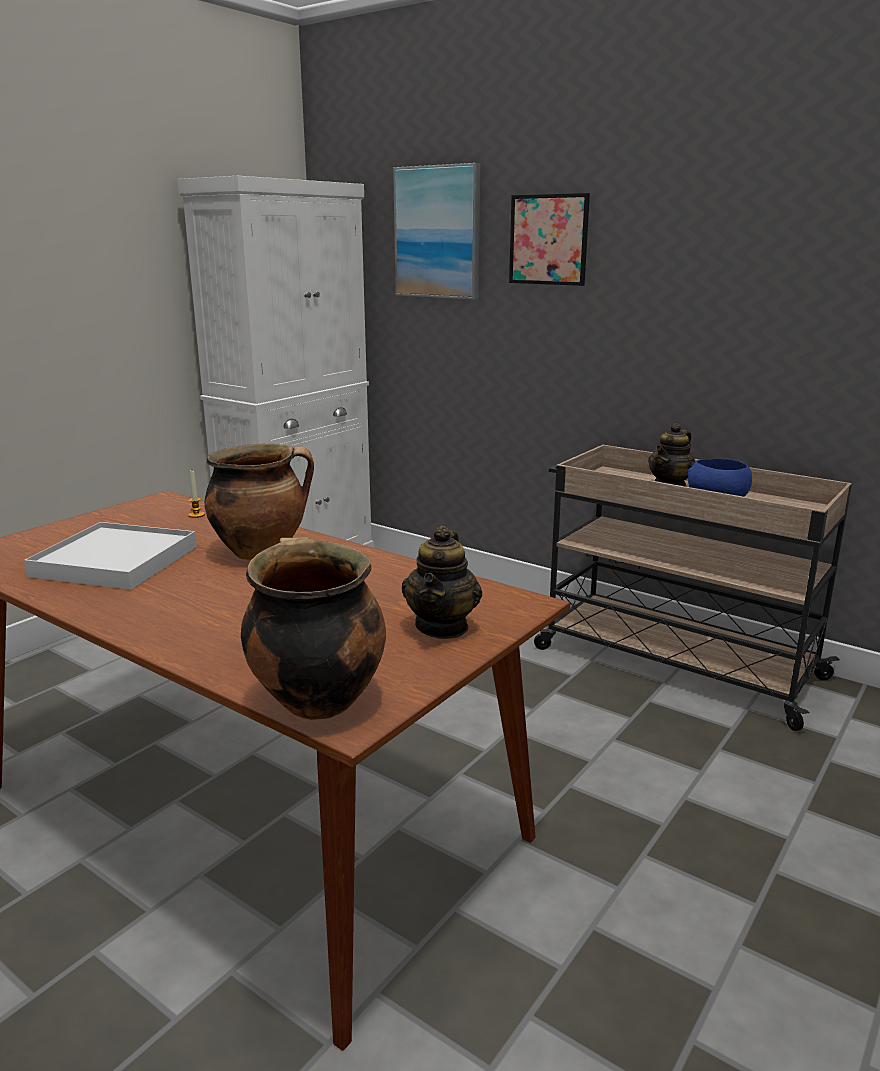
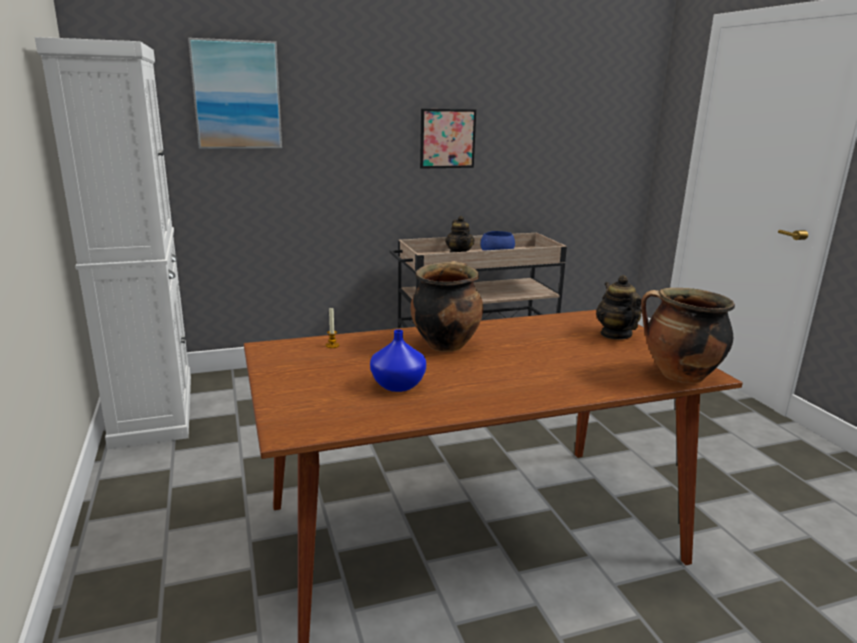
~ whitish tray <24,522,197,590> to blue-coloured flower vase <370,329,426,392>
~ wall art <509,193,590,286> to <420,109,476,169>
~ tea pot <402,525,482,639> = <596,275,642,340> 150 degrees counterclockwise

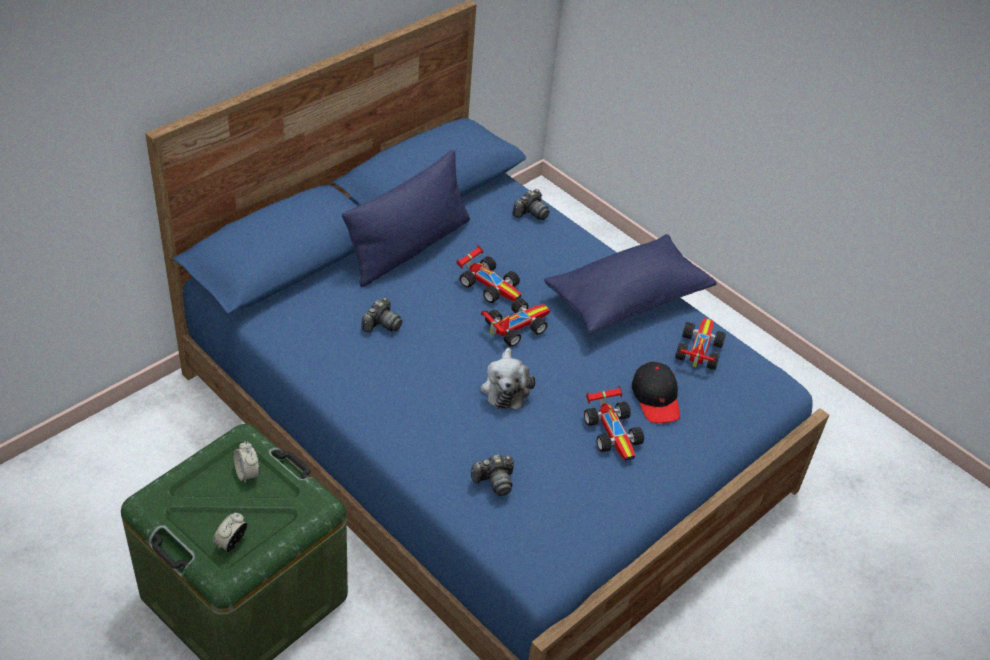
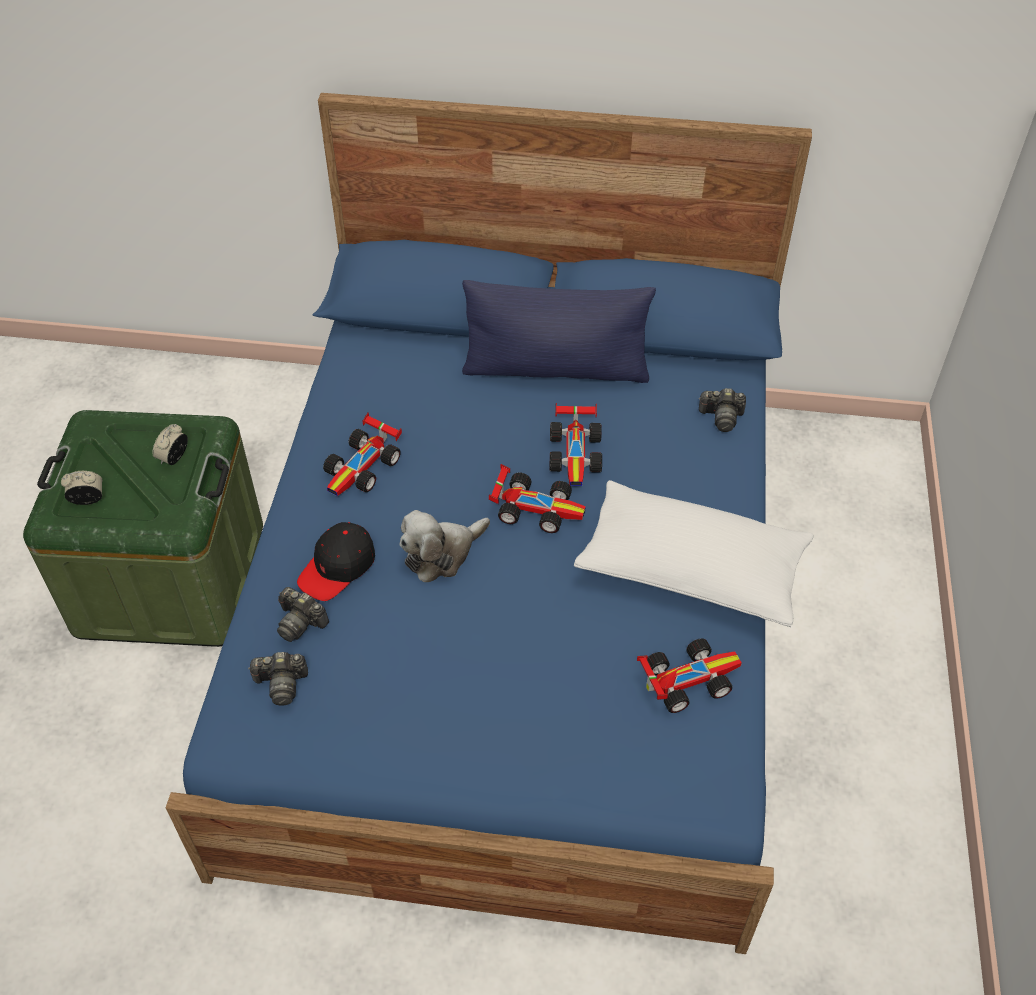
~ still camera <361,297,402,332> to <248,652,308,706>
~ black-coloured peaked cap <632,362,680,423> to <297,522,375,601>
~ toy car <584,386,644,461> to <323,413,402,496>
~ blue-coloured throw pillow <544,234,717,334> to whitish throw pillow <574,480,814,627>

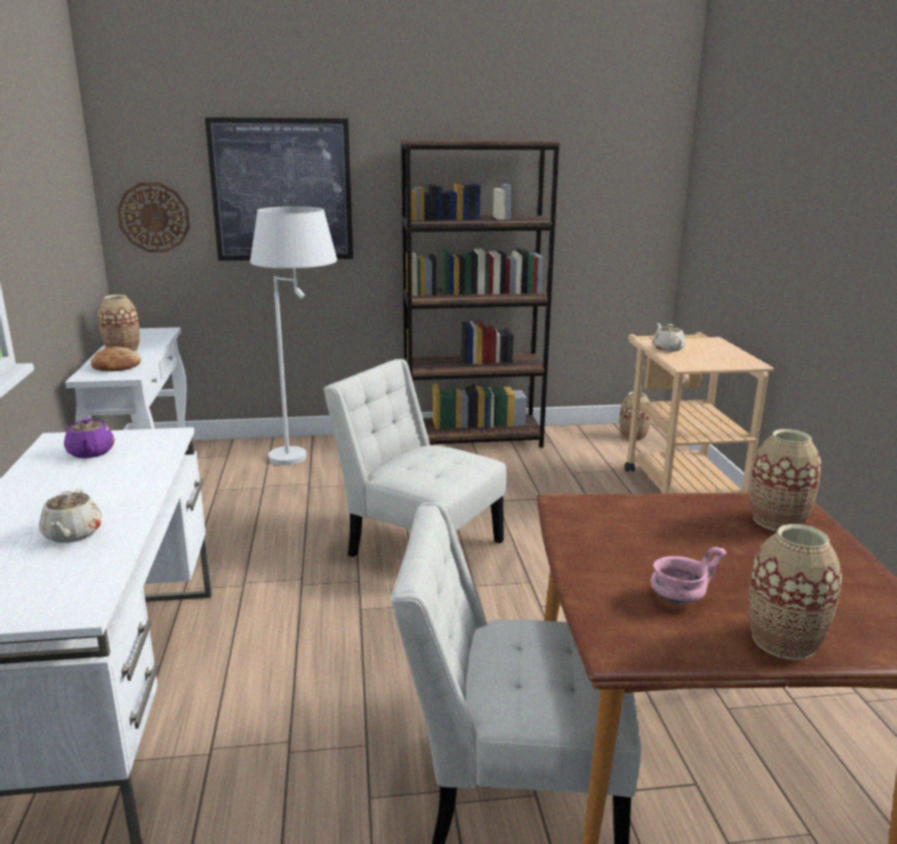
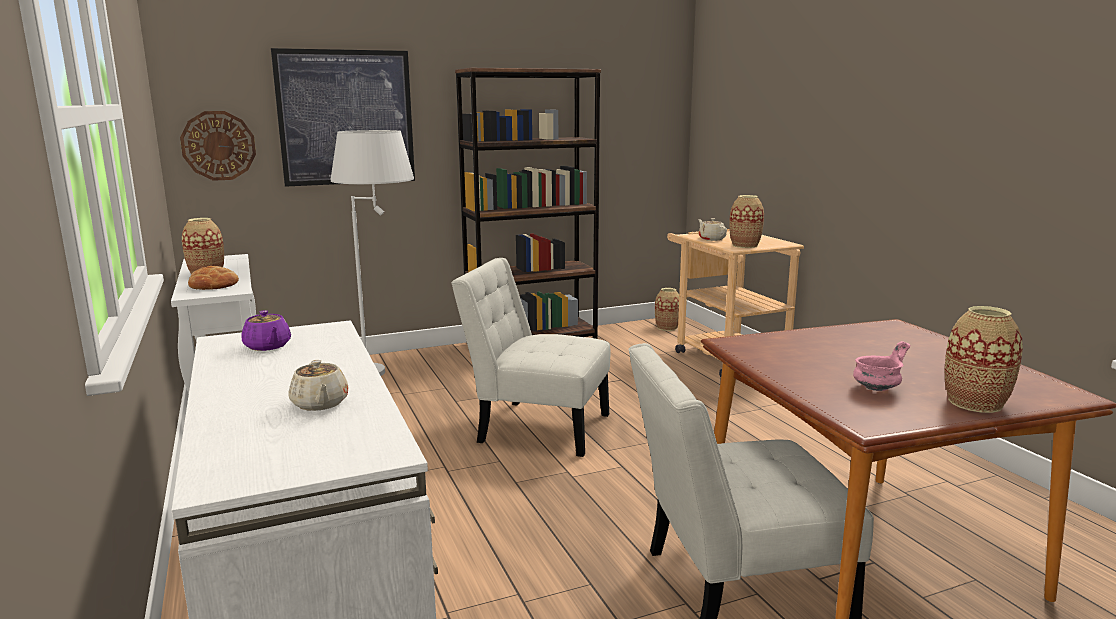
~ flower vase <750,429,821,531> to <729,195,764,248>

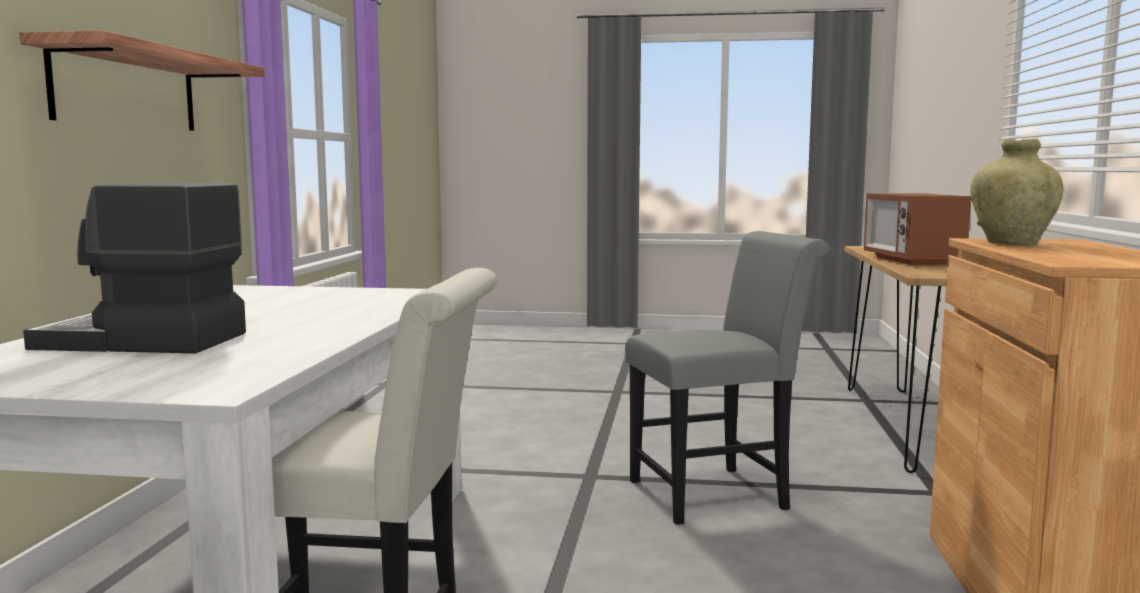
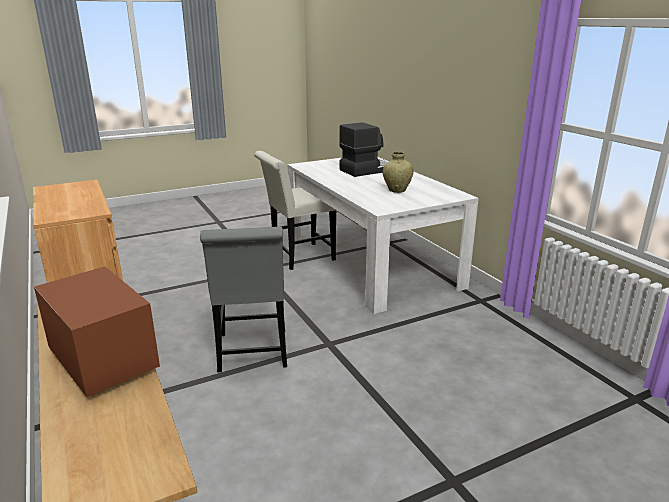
~ grey plain chair <625,231,829,525> = <200,227,287,372> 45 degrees counterclockwise
~ beige-coloured flower vase <970,139,1063,246> to <383,152,414,193>
- bracket shelf <19,30,265,131>

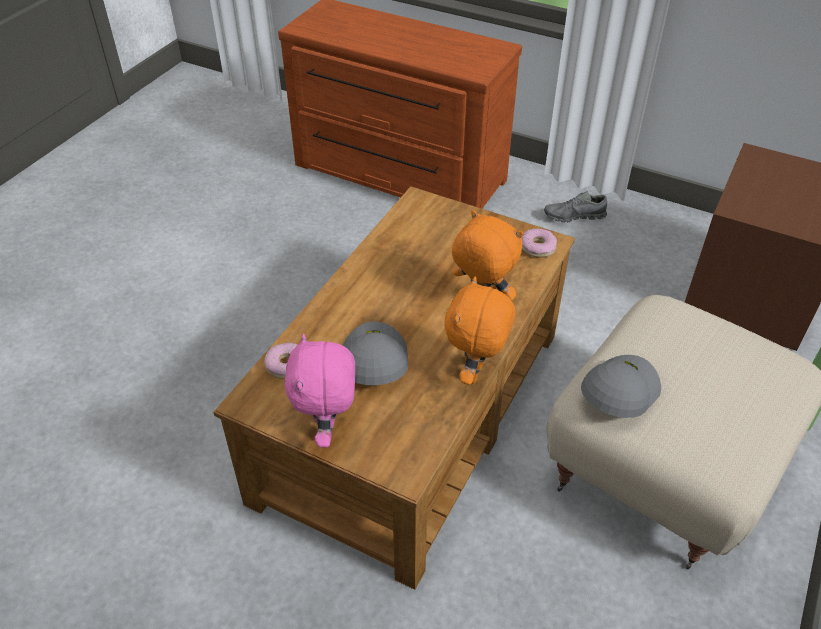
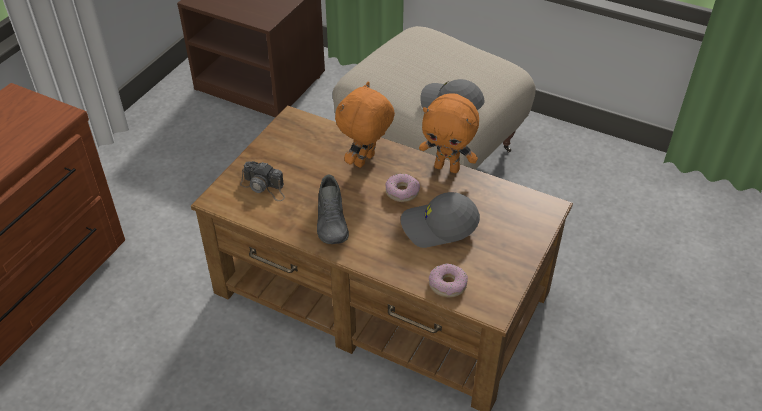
+ still camera <240,161,285,201>
~ grey item of footwear <544,191,607,223> to <317,174,349,244>
~ donut <521,229,557,258> to <385,174,420,202>
- pink cuddly toy <284,334,355,447>

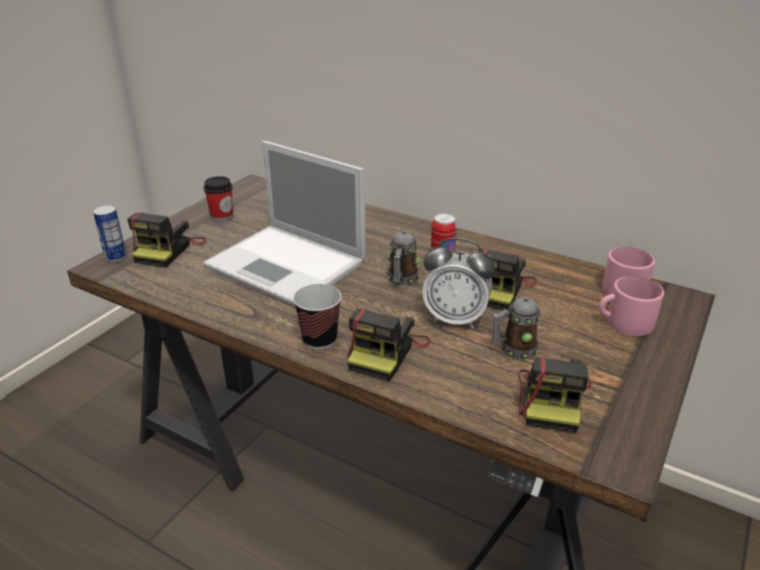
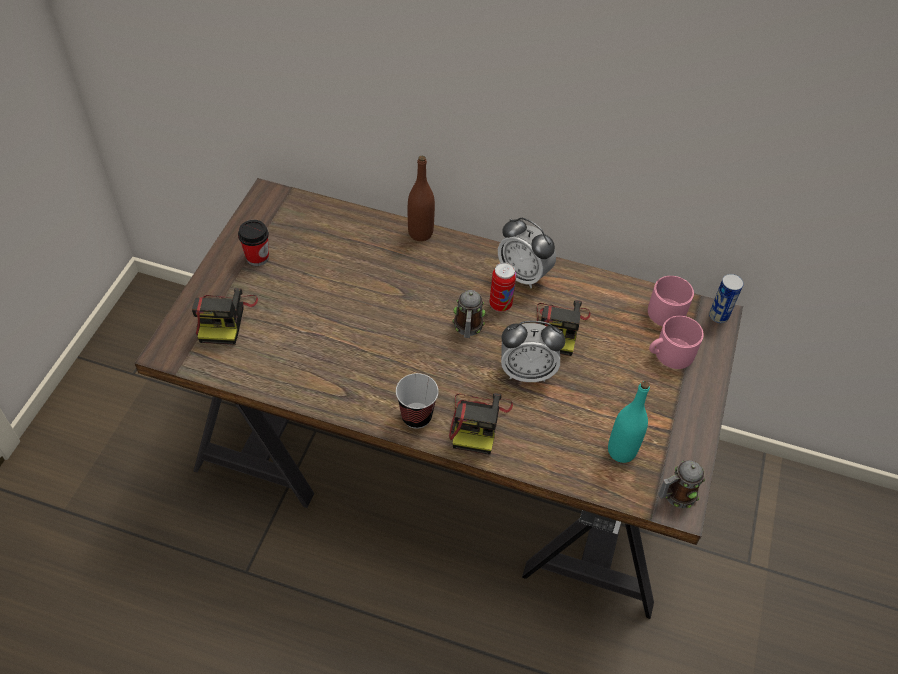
+ brown drink bottle <408,155,435,241>
+ bedside clock <498,218,556,288>
~ still camera <518,357,592,433> to turquoise-coloured drink bottle <608,381,650,463>
~ mug <491,297,541,360> to <658,460,705,508>
~ metal can <93,205,127,263> to <709,274,744,323>
- notebook computer <203,141,366,306>

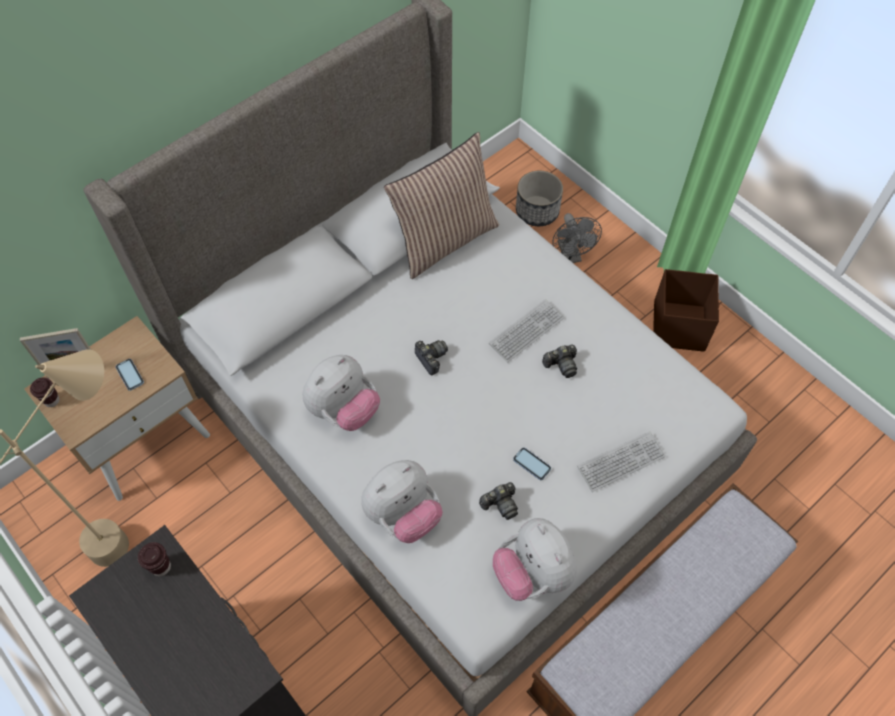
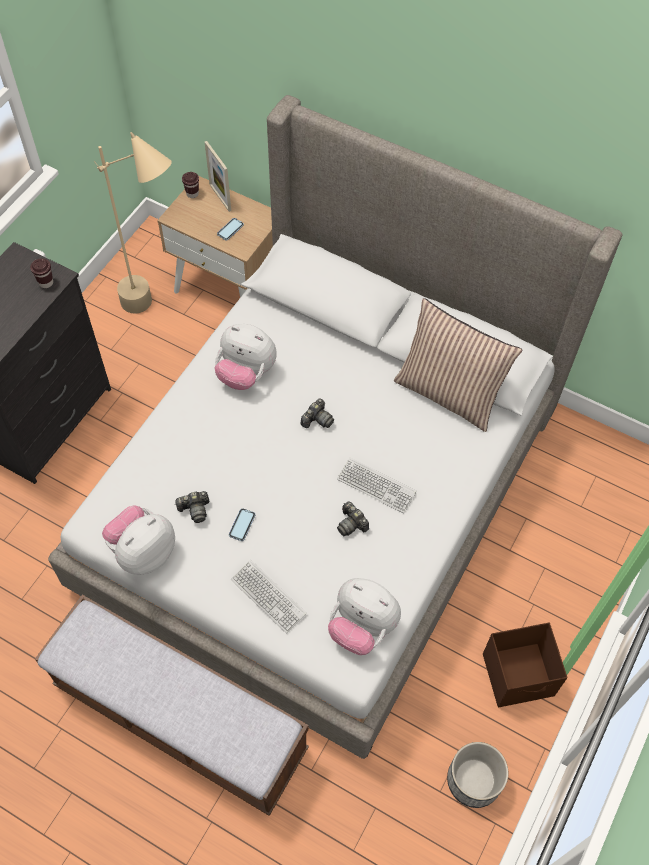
~ still camera <479,482,518,520> = <175,491,209,523> 60 degrees counterclockwise
~ cuddly toy <361,460,443,543> to <328,578,401,655>
~ planter <516,171,563,226> to <447,742,508,808>
- grey cooling fan <552,213,602,263>

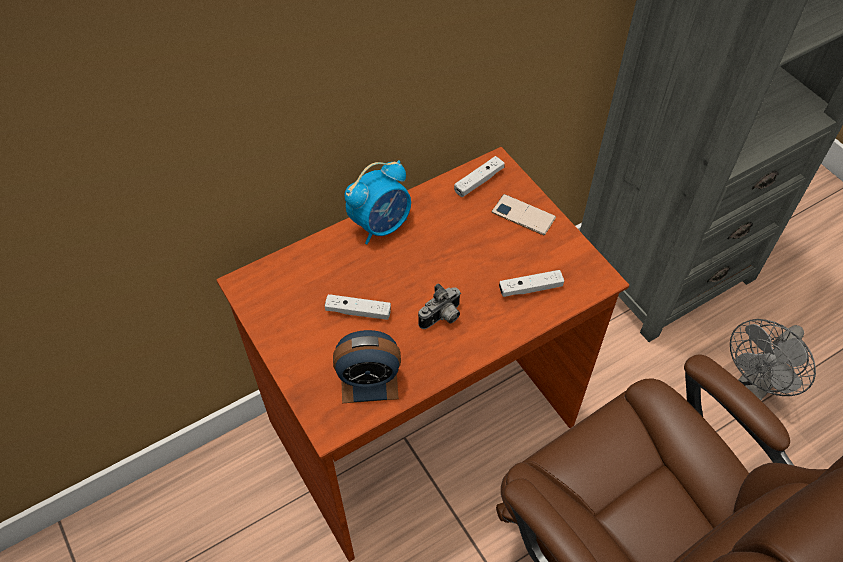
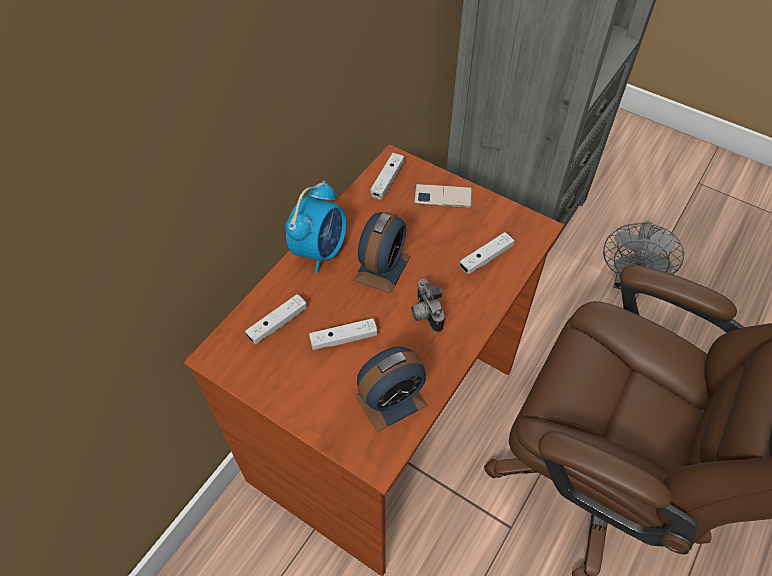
+ whitish gamepad <245,294,307,344>
+ bedside clock <354,212,410,294>
~ still camera <418,283,461,329> = <411,279,445,332> 135 degrees clockwise

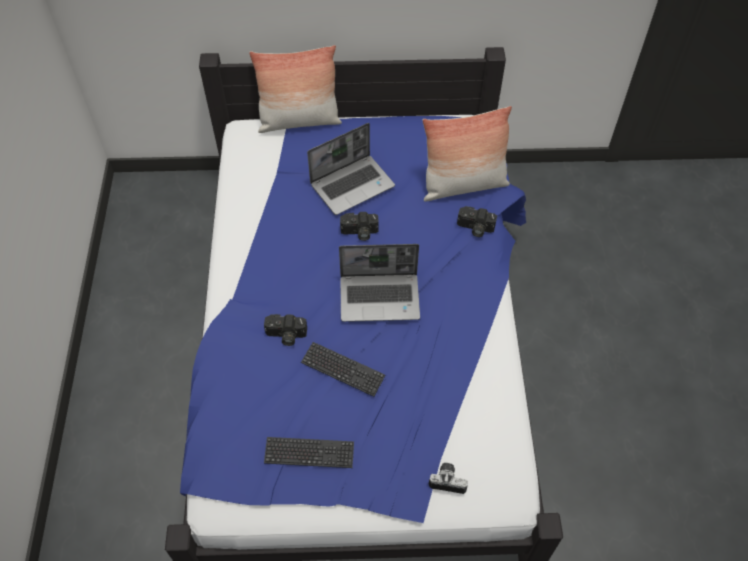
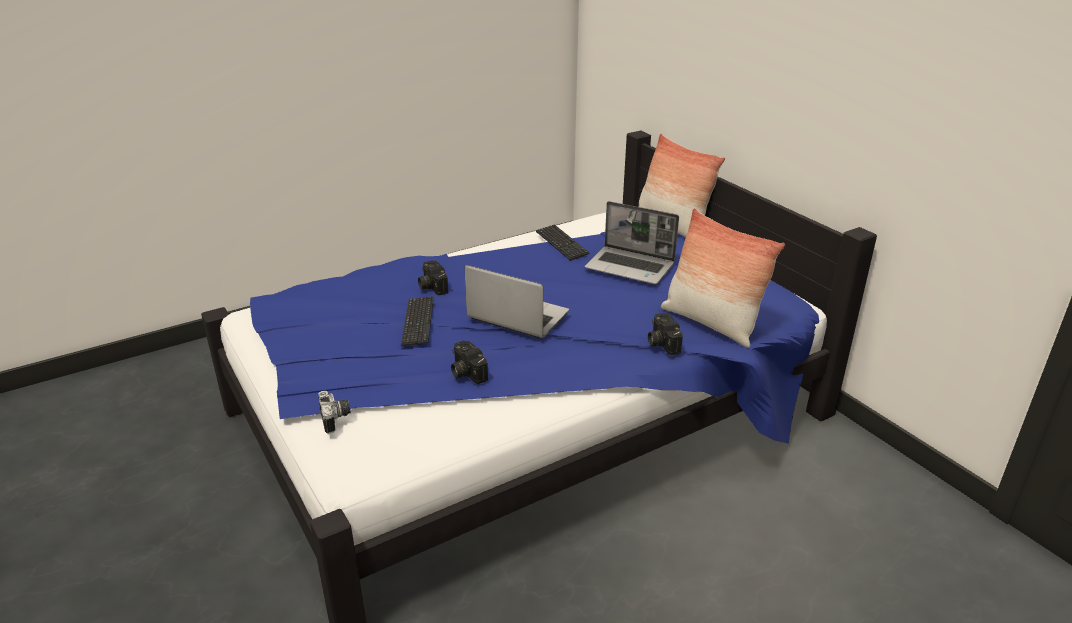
~ still camera <340,212,379,241> to <451,340,488,384>
~ notebook computer <339,244,420,322> = <465,265,569,338> 150 degrees clockwise
~ PC keyboard <264,437,354,468> to <536,225,590,261>

